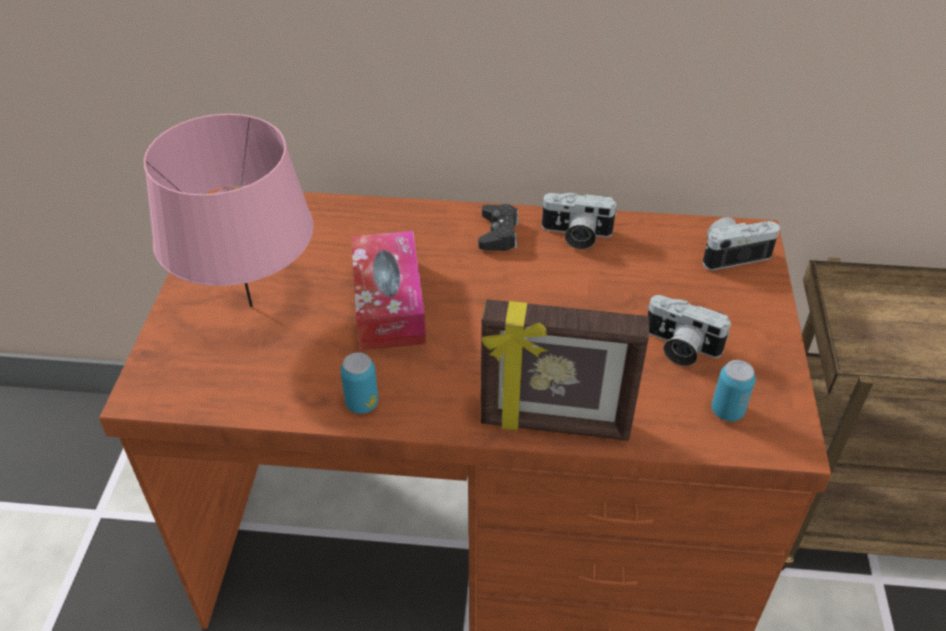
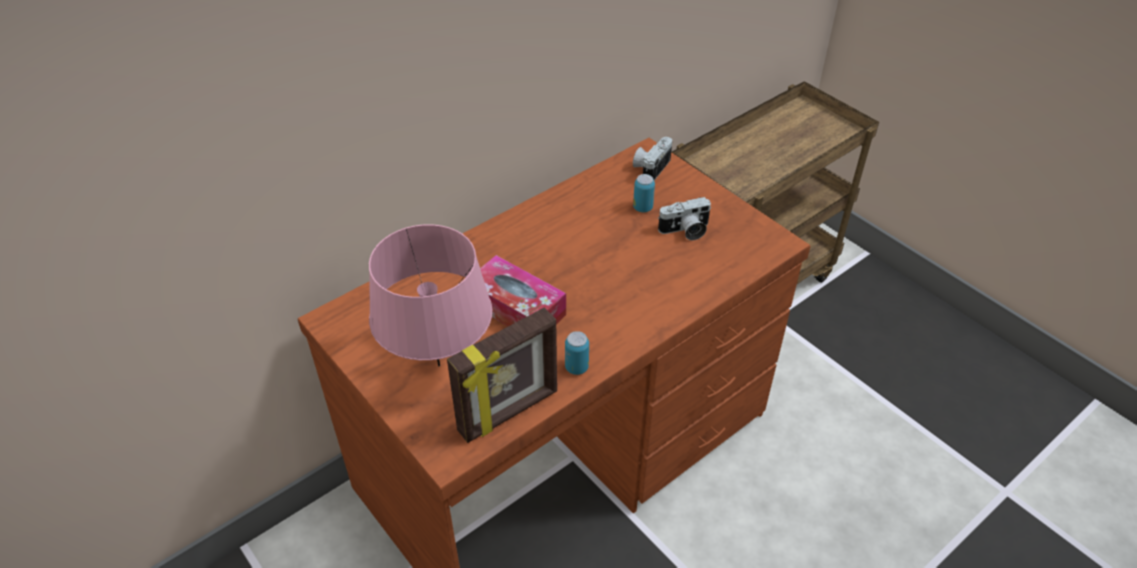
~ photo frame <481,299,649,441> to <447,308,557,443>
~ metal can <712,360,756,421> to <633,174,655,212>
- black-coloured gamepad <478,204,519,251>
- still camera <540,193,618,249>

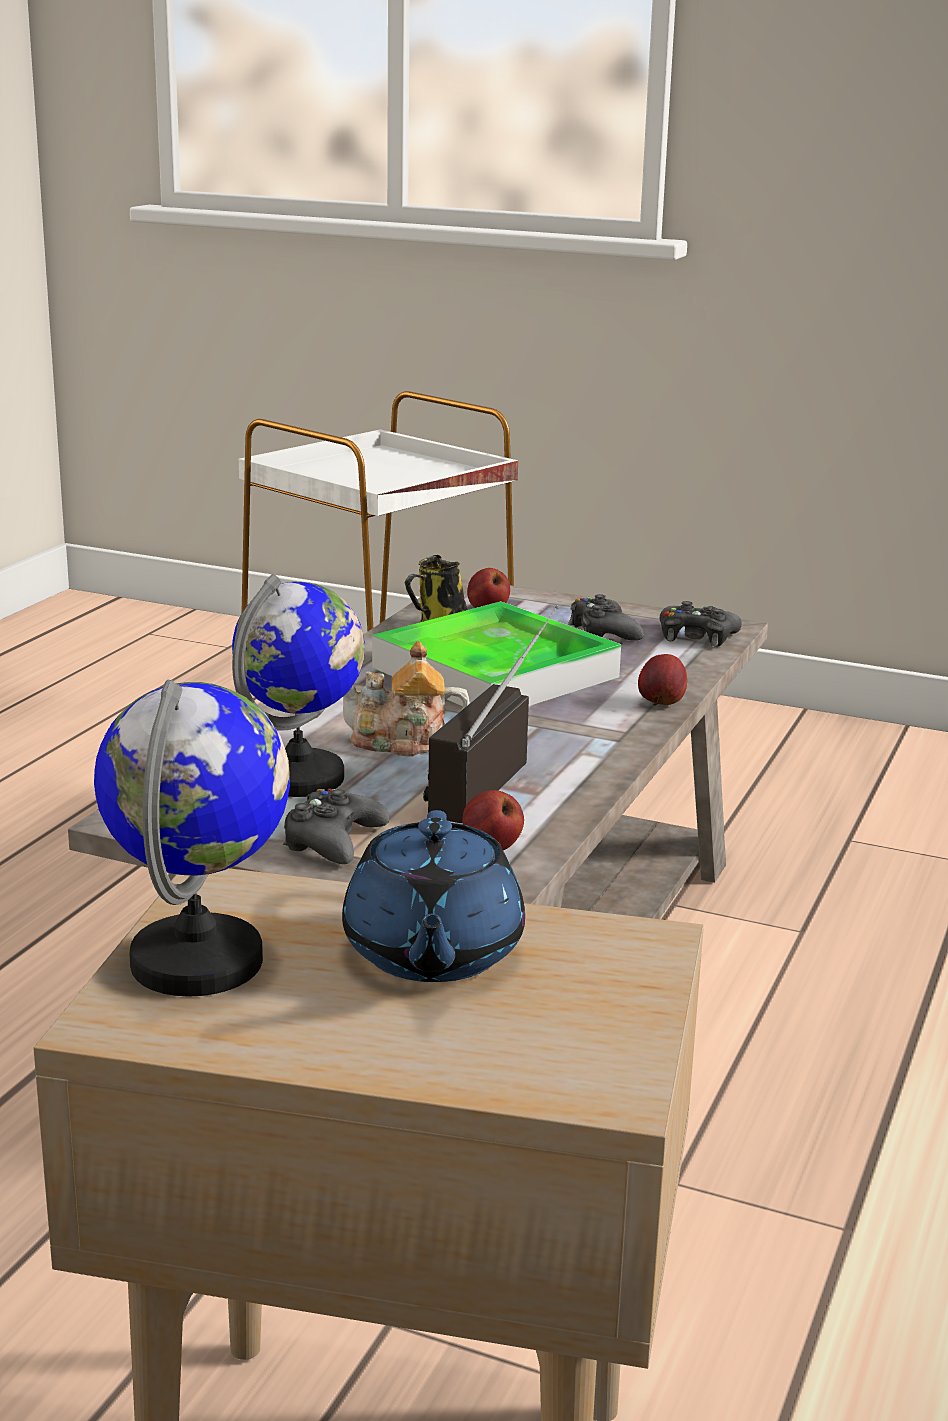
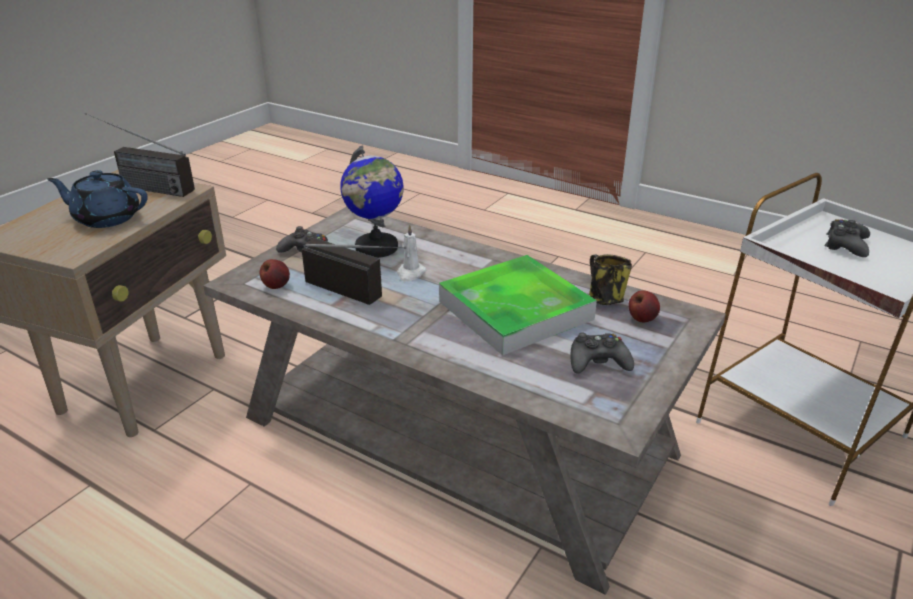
~ world globe <94,680,290,997> to radio set <85,113,195,197>
~ tea pot <343,641,470,756> to whitish wax candle <397,224,426,282>
~ black-coloured gamepad <660,601,742,647> to <824,219,870,257>
- apple fruit <638,654,687,706>

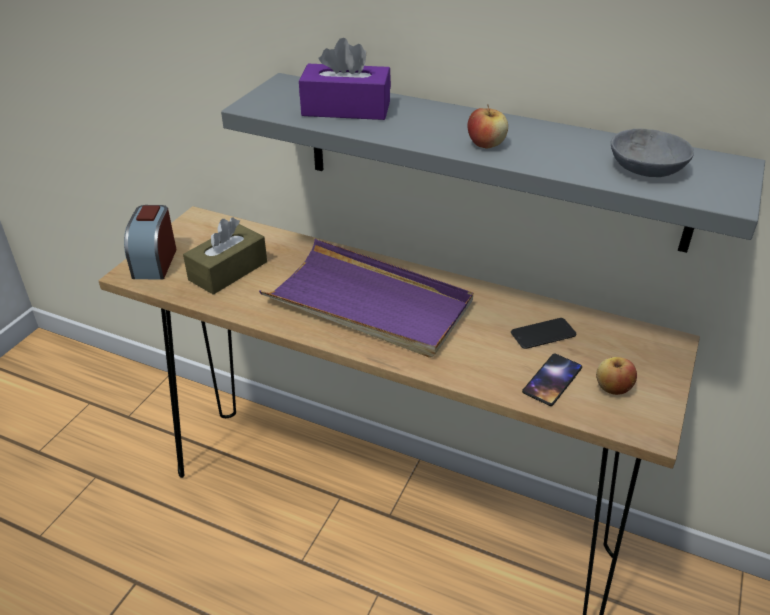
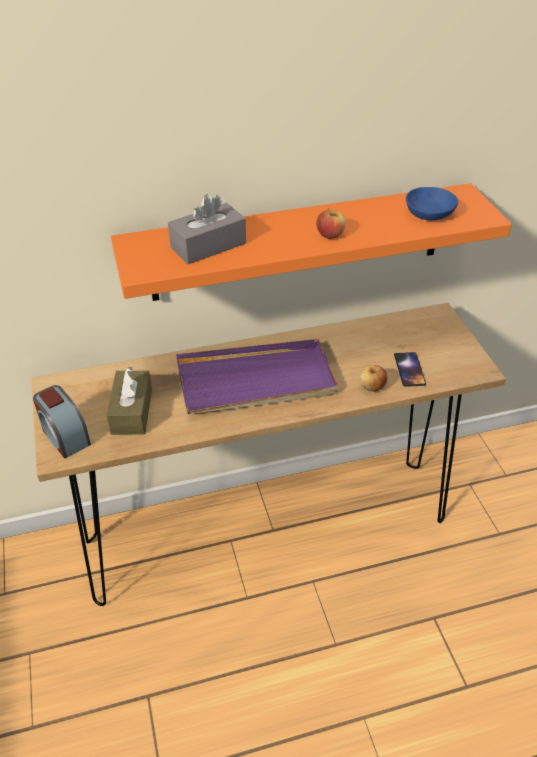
~ grey bracket shelf <221,73,765,253> to orangey bracket shelf <111,183,512,301>
~ purplish tissue box <299,38,391,120> to grey tissue box <168,194,246,264>
~ apple fruit <596,357,637,395> to <360,365,387,392>
~ grey serving bowl <611,129,694,177> to blue-coloured serving bowl <406,187,458,220>
- handset <511,318,576,349>

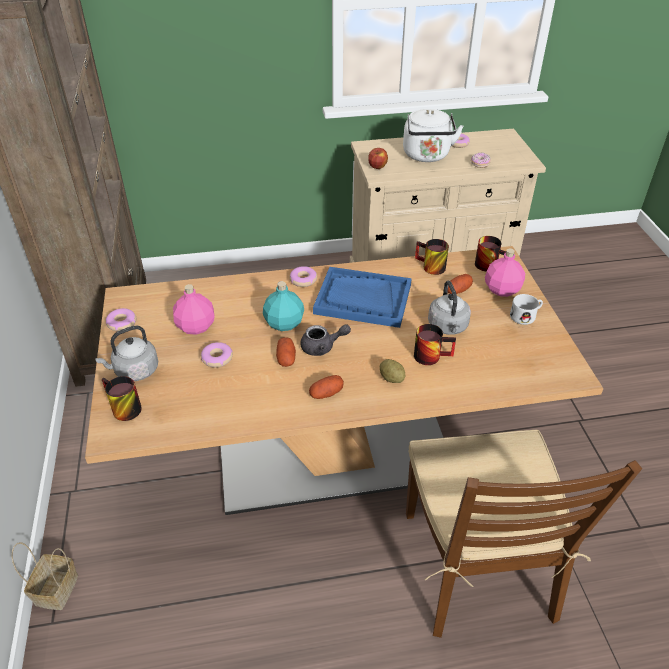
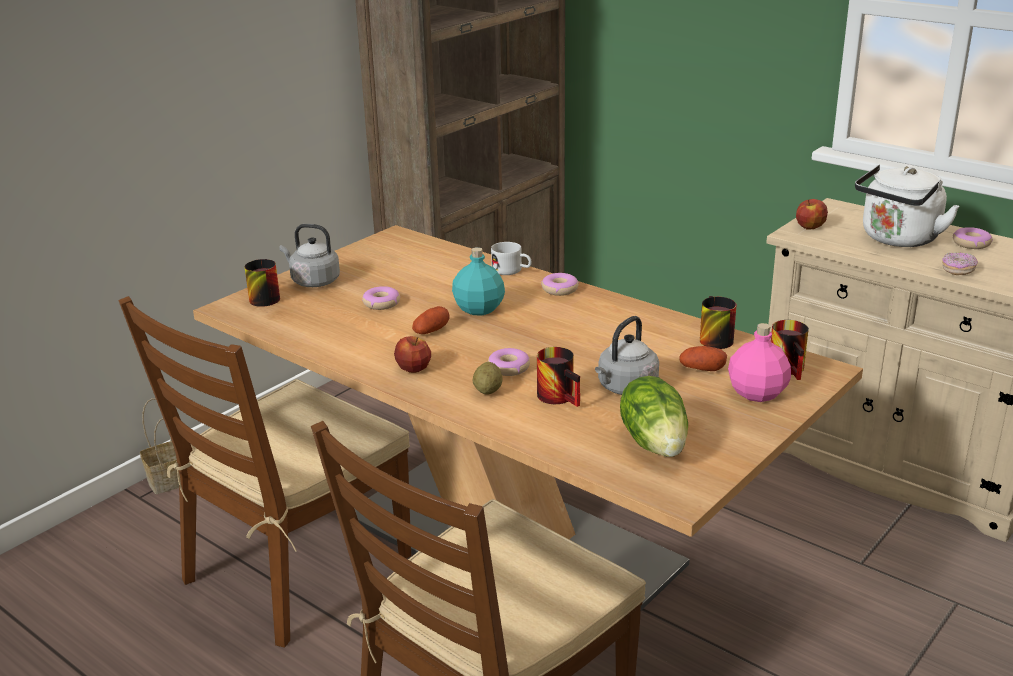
+ brown plain chair <118,296,411,648>
~ whole potato <309,375,344,399> to apple fruit <394,336,431,373>
~ donut <106,308,136,332> to <488,348,530,376>
~ whitish mug <510,294,543,325> to <491,242,532,275>
+ lettuce <620,376,688,457>
- pink drink bottle <173,284,215,335>
- grey tea pot <300,324,351,356>
- blue-coloured tray <313,267,412,328>

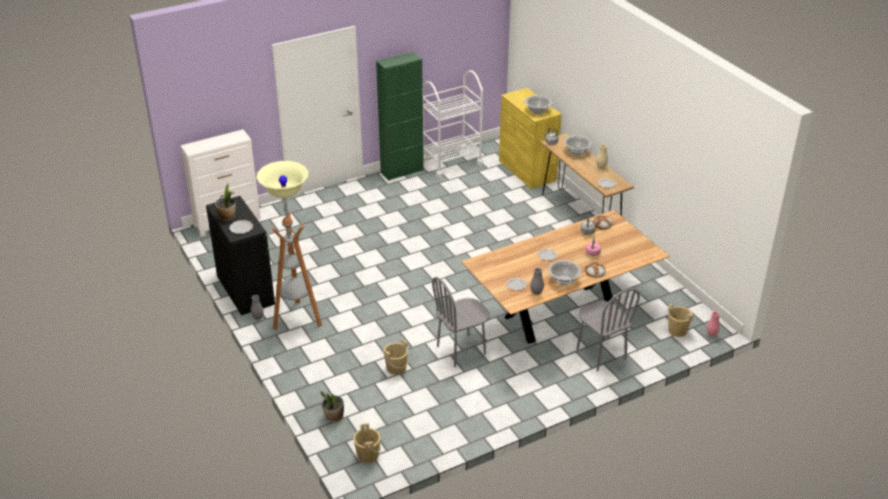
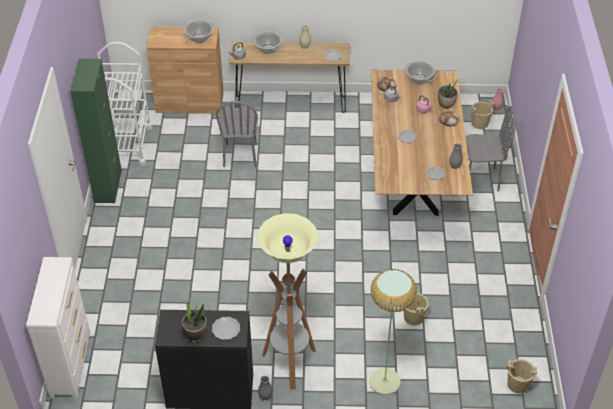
~ yellowish cupboard <499,88,562,189> to brown cupboard <147,27,224,114>
~ grey plain chair <432,277,490,367> to <216,101,258,167>
+ floor lamp <369,269,417,395>
~ cooking pot <549,260,581,286> to <403,61,437,84>
~ plant in a pot <320,391,344,422> to <438,79,458,109>

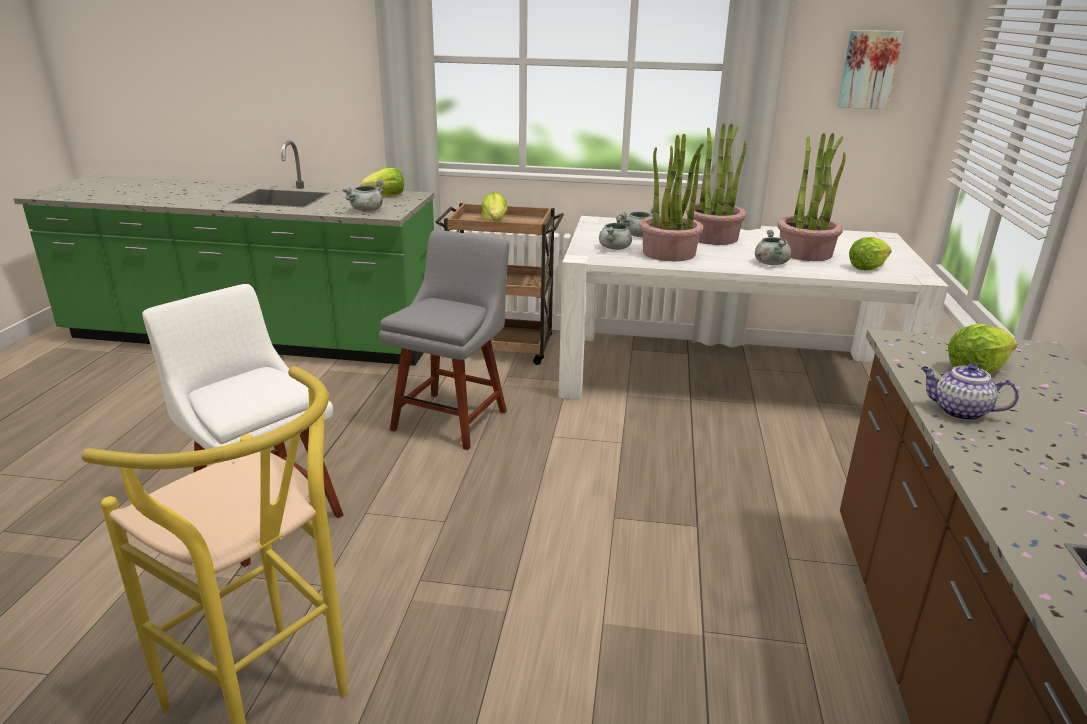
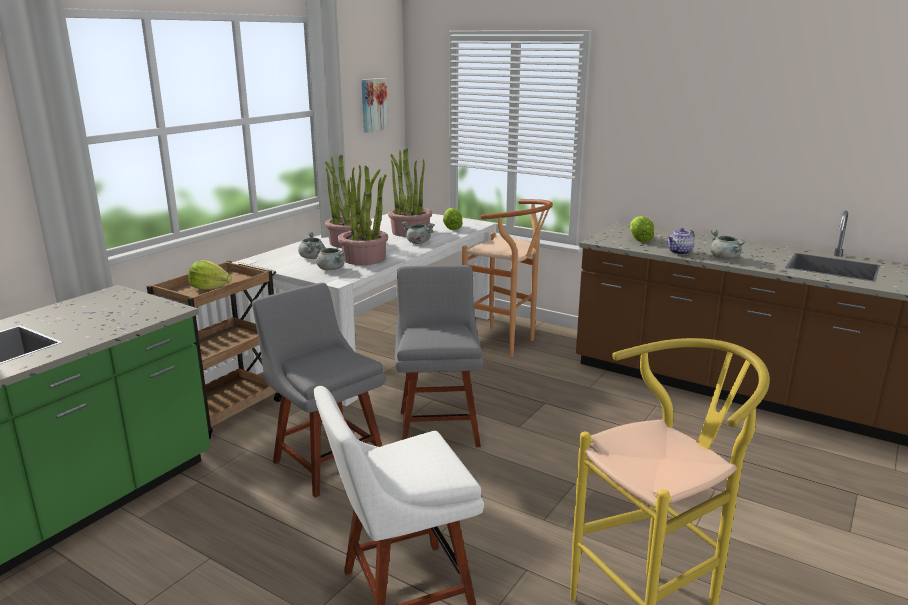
+ grey plain chair <395,265,483,447>
+ brown stool seat <462,199,553,357>
~ grey cooking pot <343,179,384,212> to <710,230,746,259>
- lettuce <360,168,404,196>

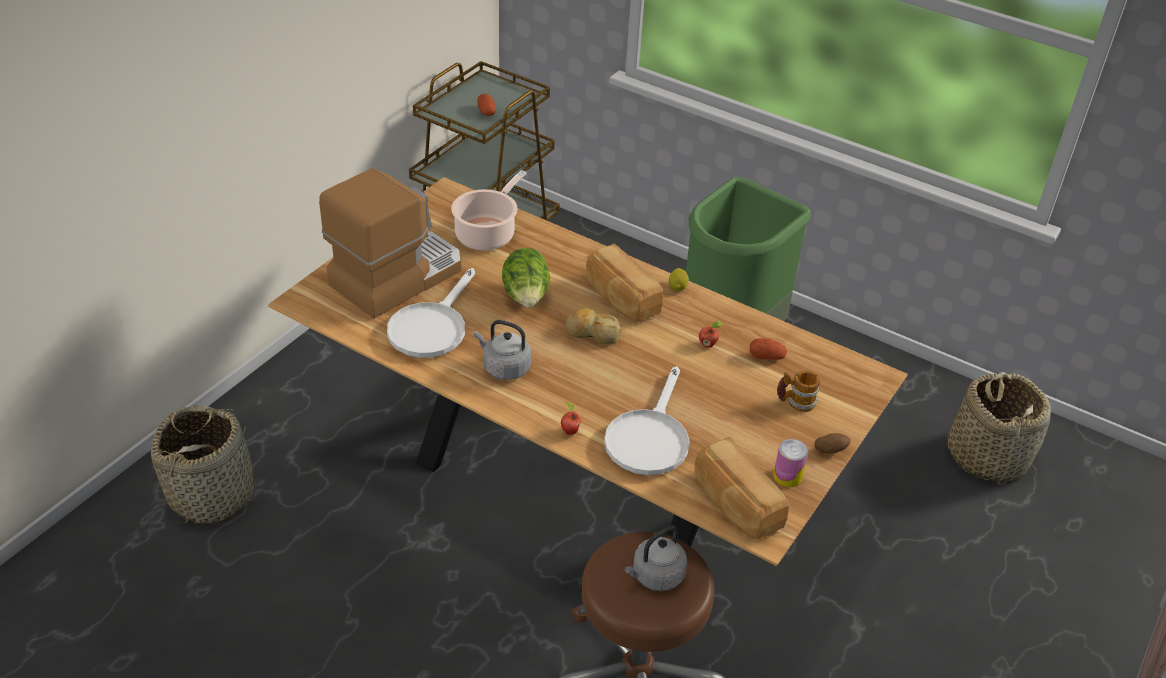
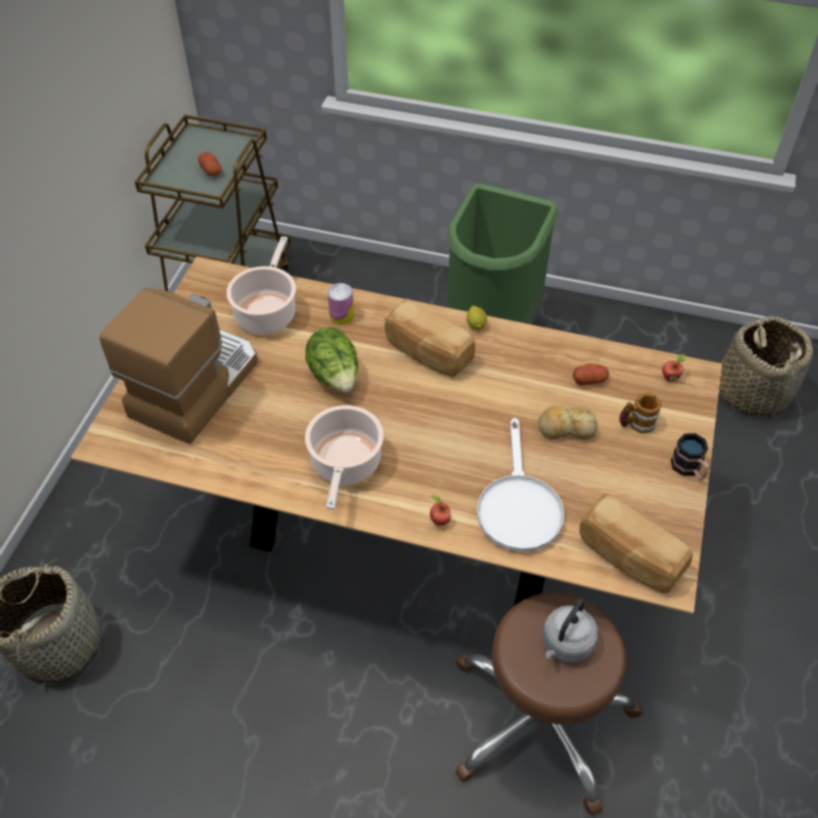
~ grey water kettle <474,320,531,380> to cooking pot <305,405,384,510>
~ metal can <773,439,809,487> to <327,283,354,324>
~ bakery bread <566,308,622,344> to <538,406,598,440>
~ apple fruit <699,321,722,347> to <662,354,685,381>
~ whole potato <814,433,851,454> to mug <671,433,710,480>
- whitish frying pan <387,268,475,358>

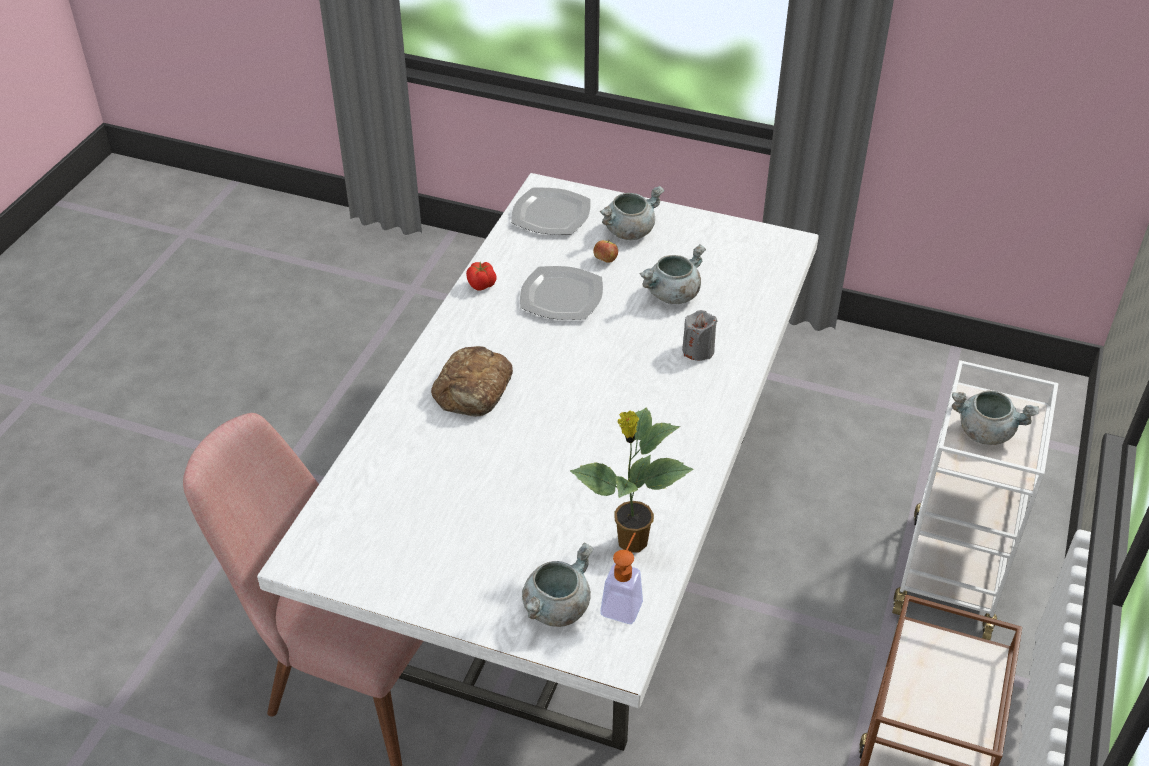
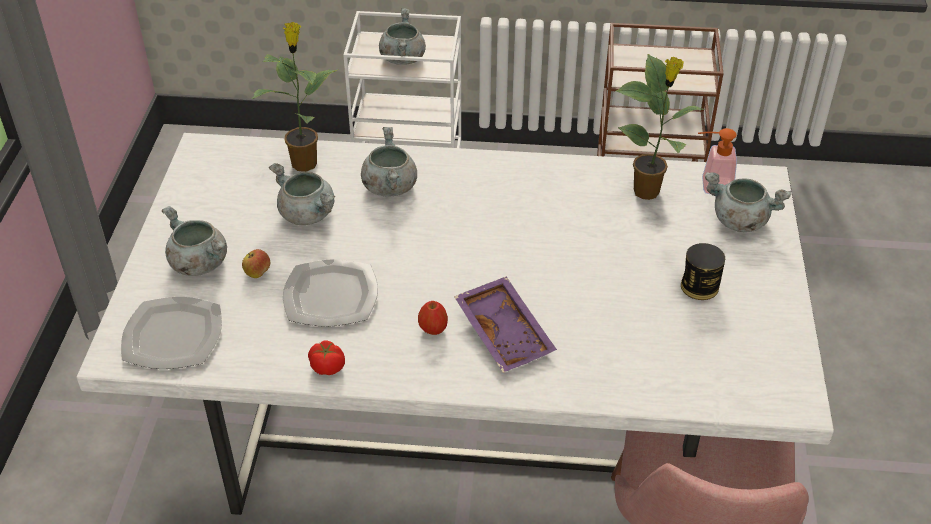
+ plant in a pot <252,22,339,172>
~ grey wax candle <682,310,717,361> to grey cooking pot <361,127,417,197>
+ apple fruit <418,301,448,335>
~ bakery bread <431,346,513,417> to purplish tray <454,277,557,373>
+ metal can <681,243,725,300>

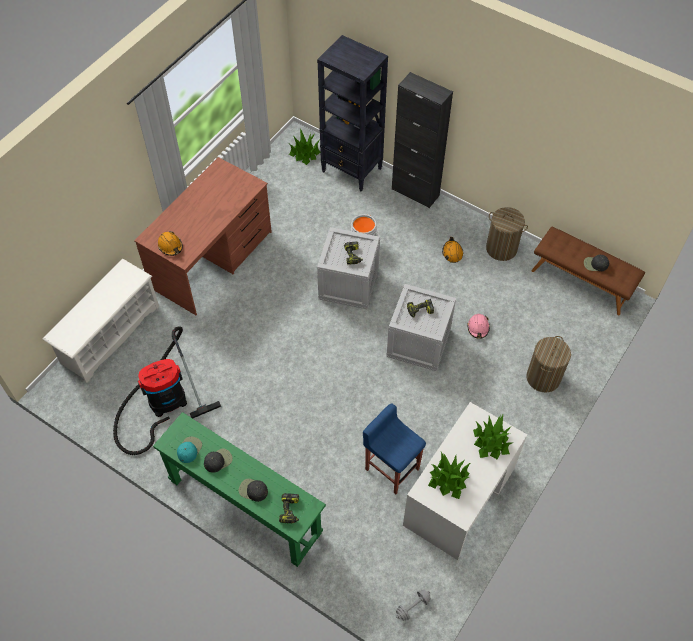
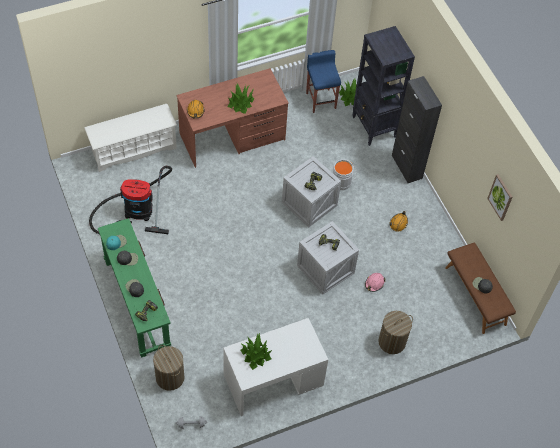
~ laundry basket <486,207,528,261> to <153,345,185,391>
~ plant in a pot <473,414,513,460> to <227,83,254,114>
~ blue-coloured stool seat <363,403,426,494> to <306,50,341,113>
+ wall art <487,174,513,221>

